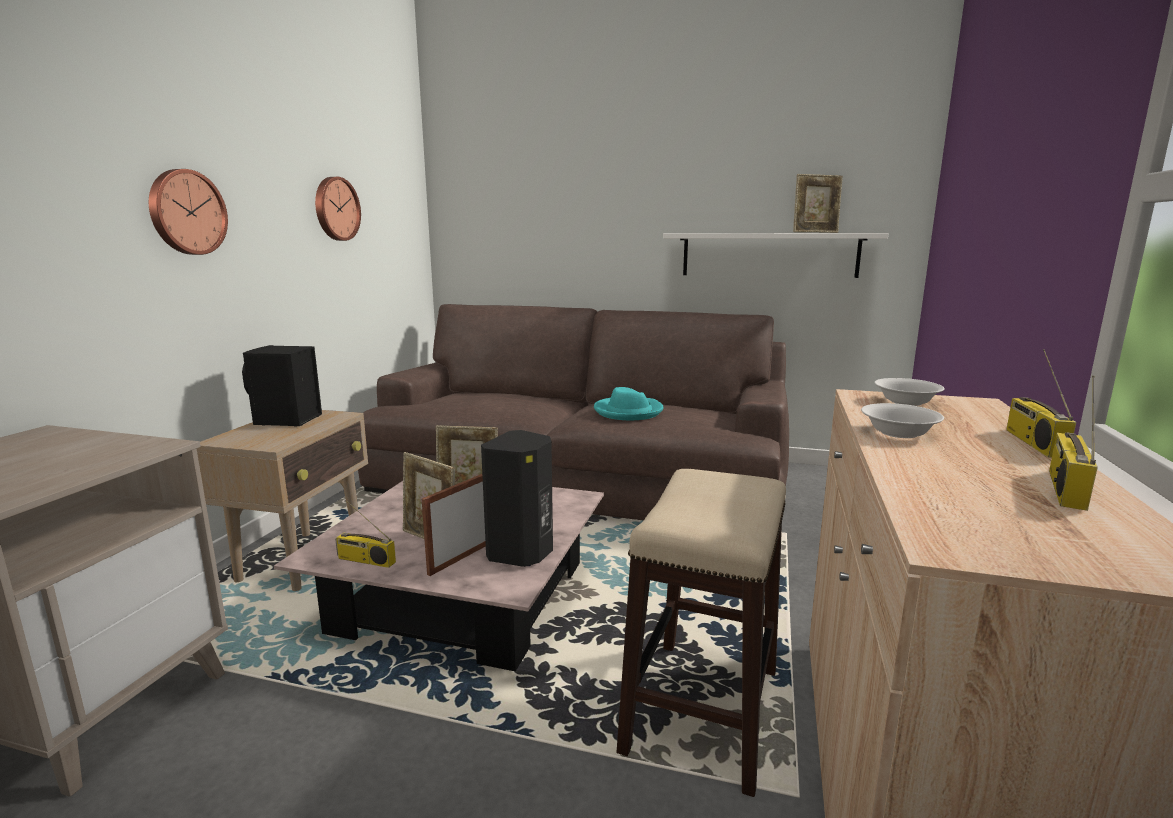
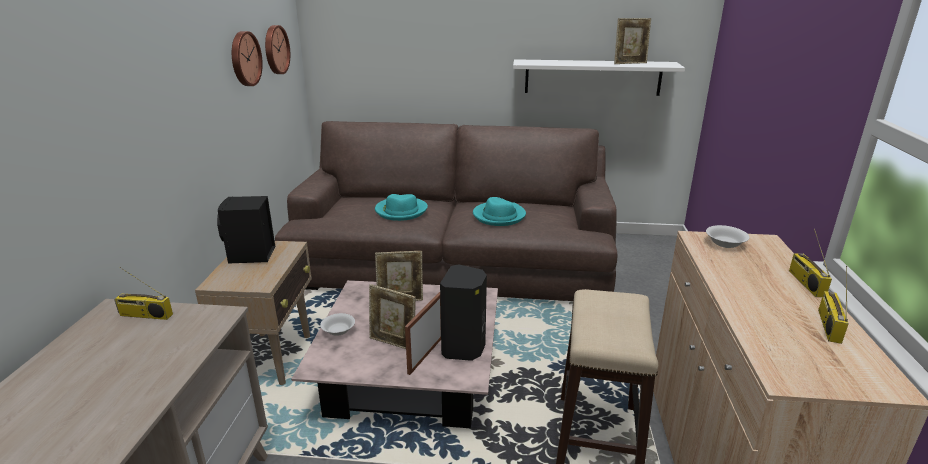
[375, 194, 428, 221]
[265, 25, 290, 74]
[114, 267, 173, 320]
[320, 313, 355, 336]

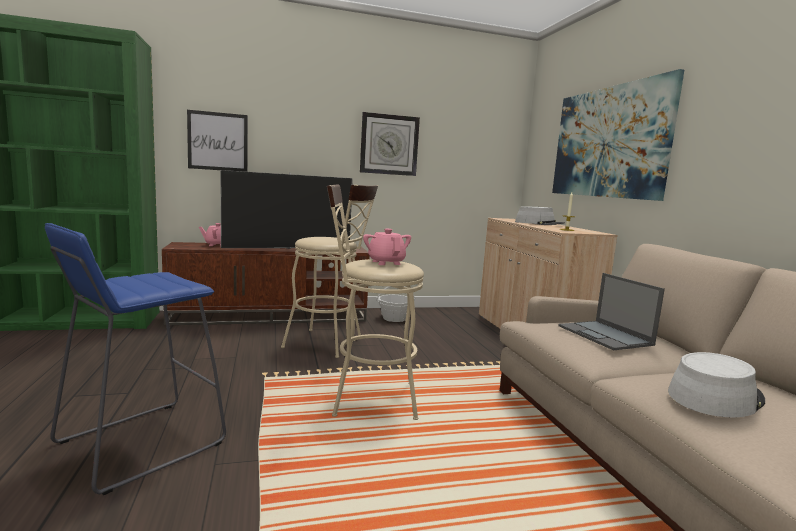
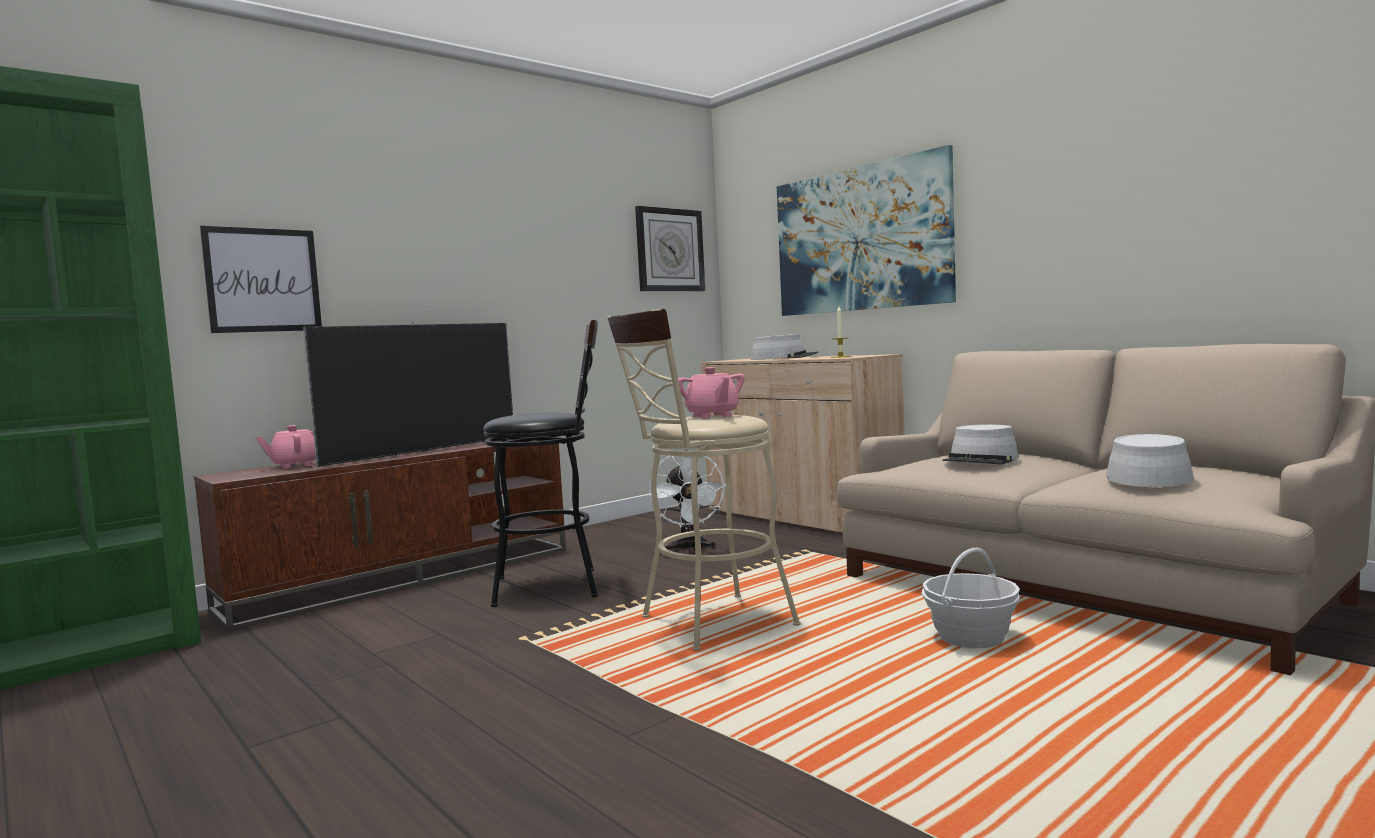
[45, 223, 226, 495] (first image)
[649, 450, 726, 551]
[635, 206, 705, 291]
[922, 548, 1020, 649]
[943, 425, 1019, 465]
[483, 320, 598, 607]
[678, 367, 745, 419]

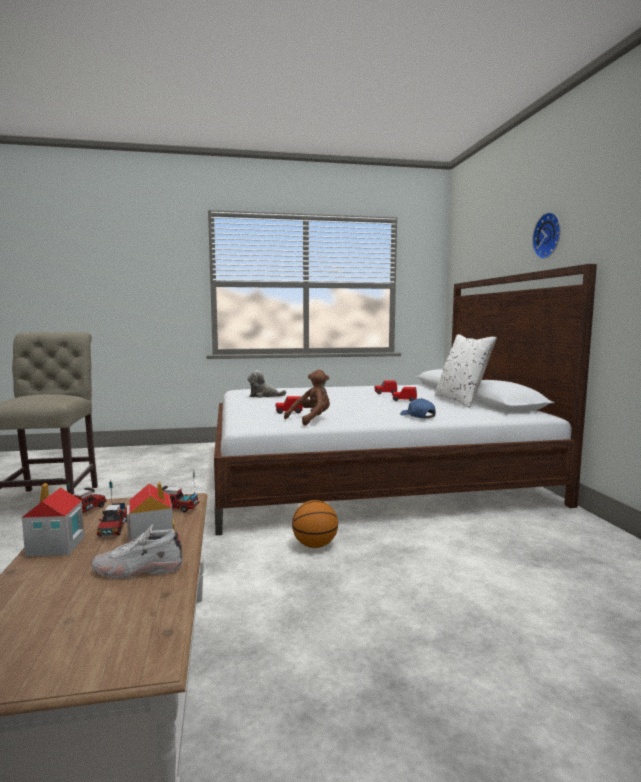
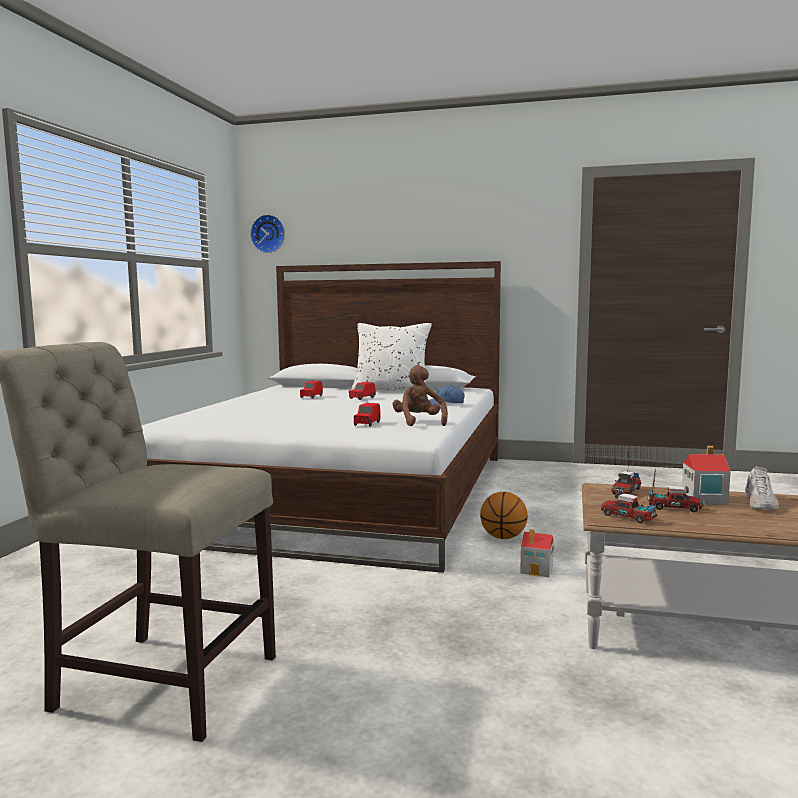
[248, 370, 287, 398] (first image)
[520, 529, 554, 577]
[250, 214, 285, 253]

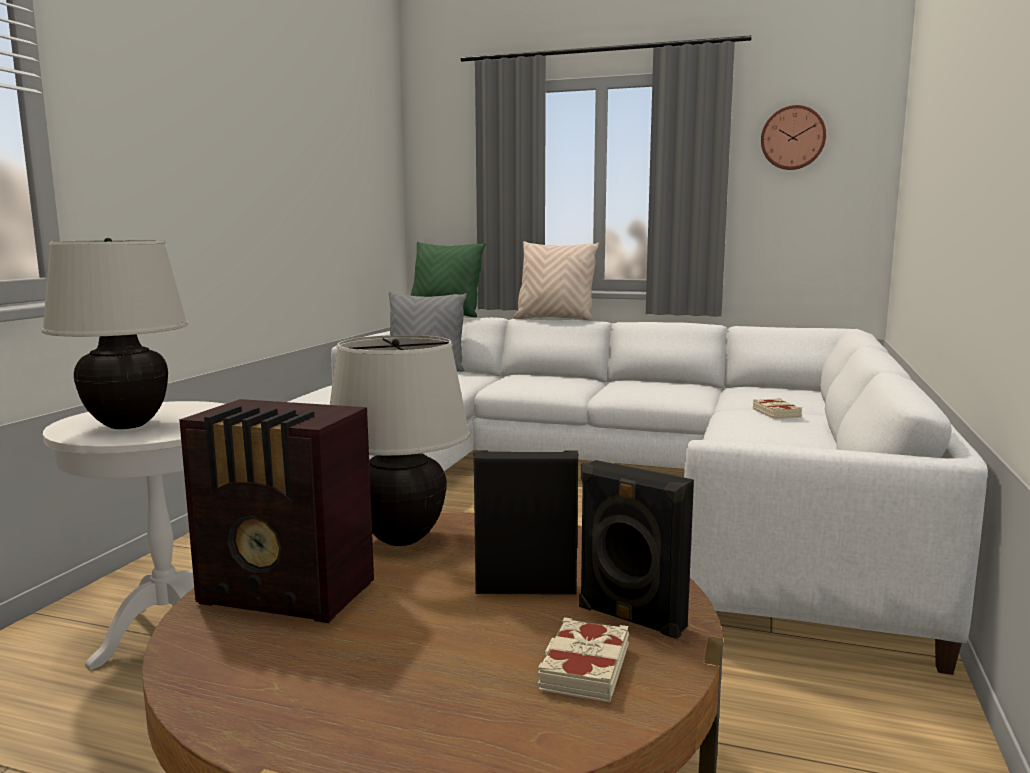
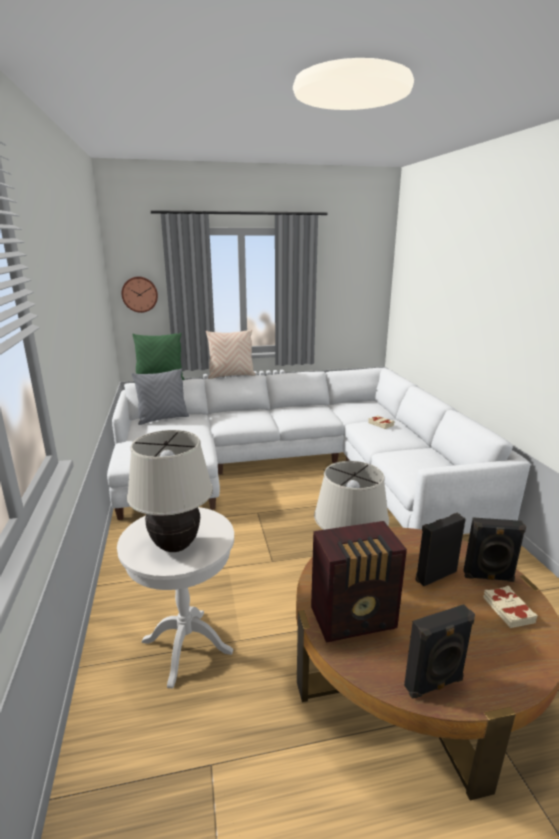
[404, 604, 475, 698]
[121, 277, 158, 313]

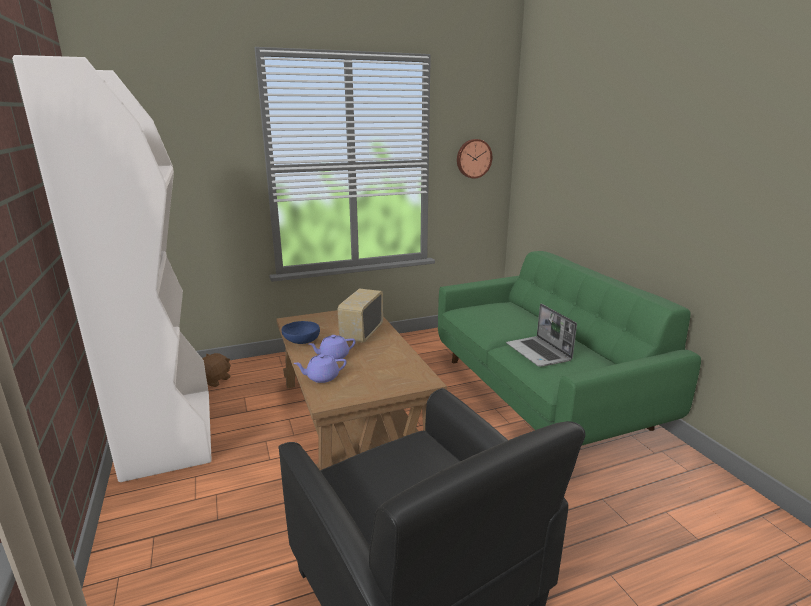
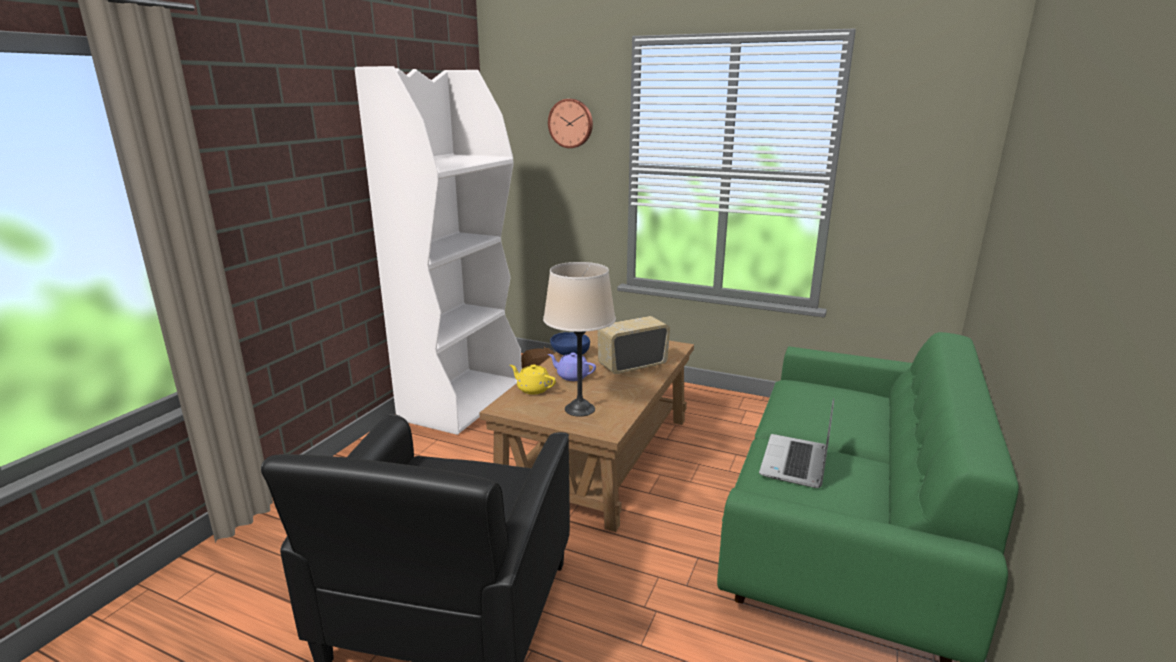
[543, 262, 616, 417]
[548, 99, 593, 148]
[510, 364, 556, 394]

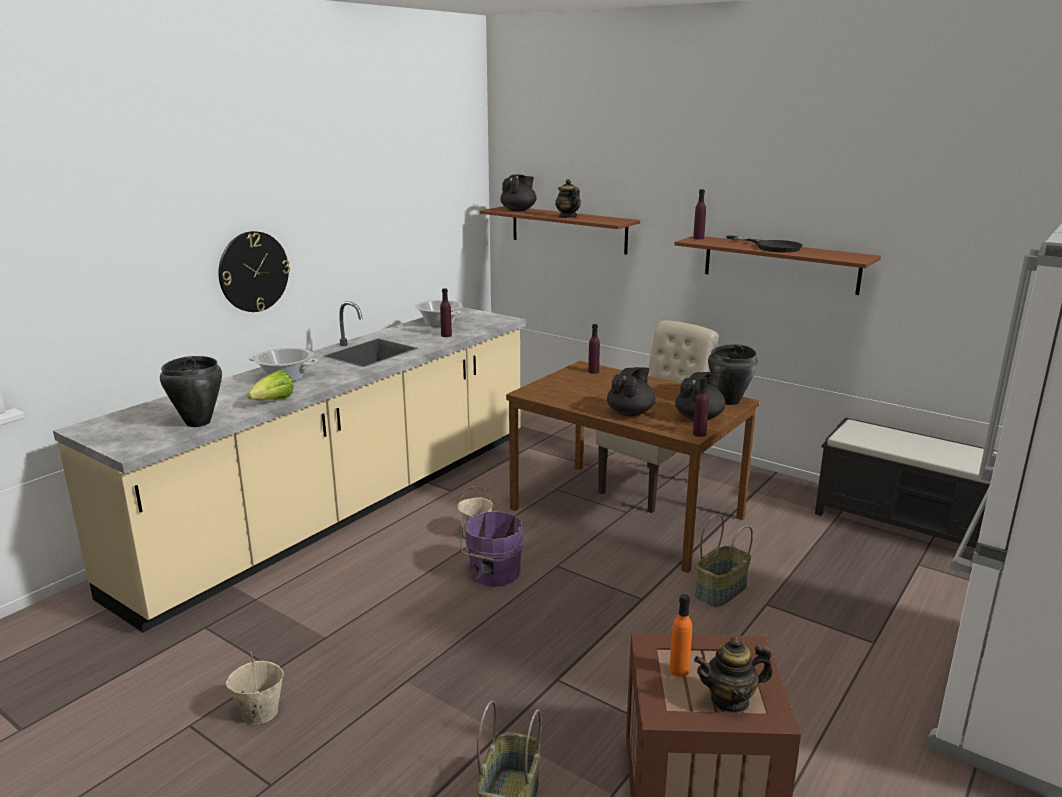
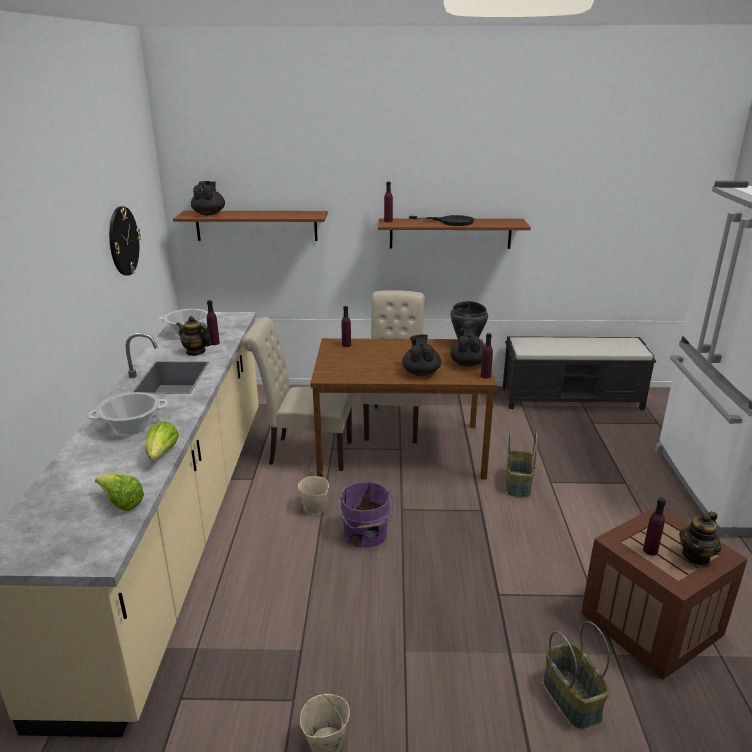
[242, 317, 354, 471]
[109, 206, 141, 276]
[176, 316, 212, 356]
[95, 473, 144, 511]
[643, 498, 666, 556]

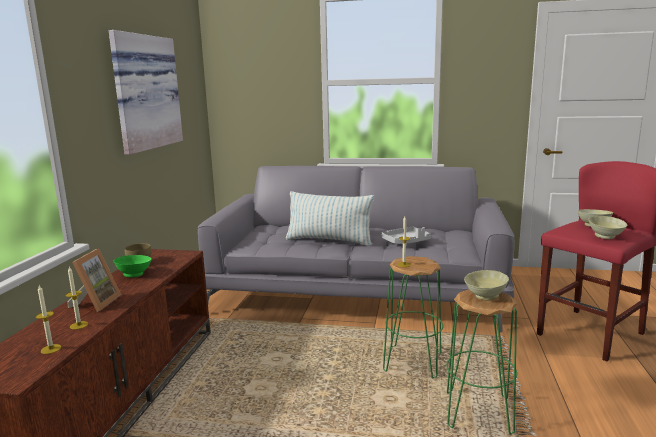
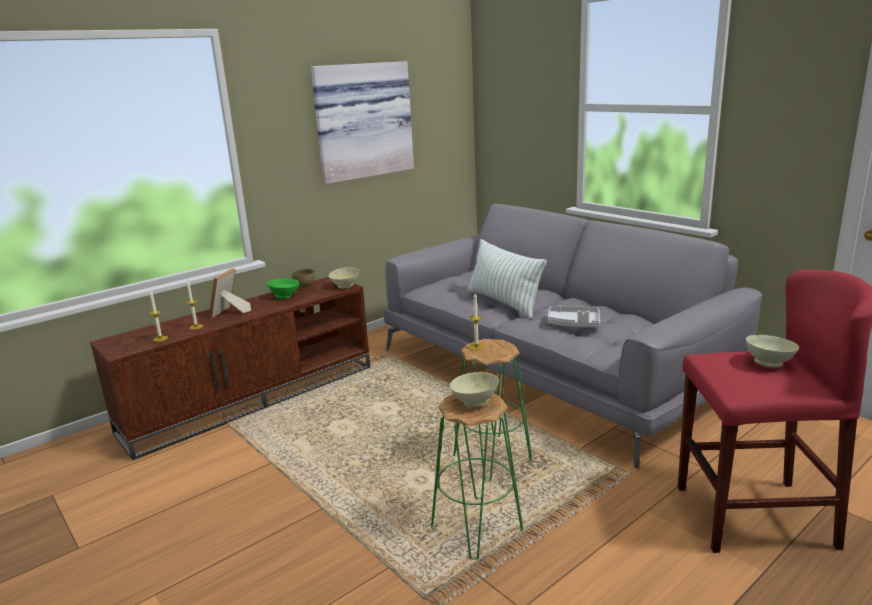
[329, 267, 359, 289]
[209, 268, 251, 318]

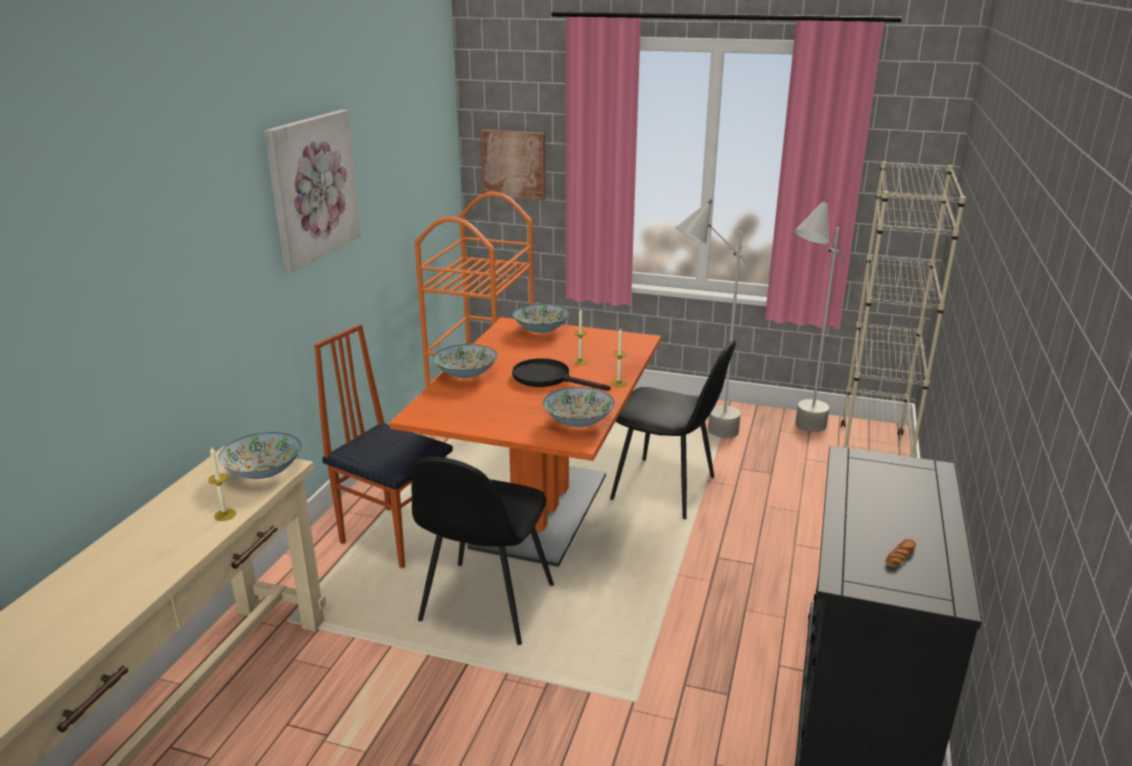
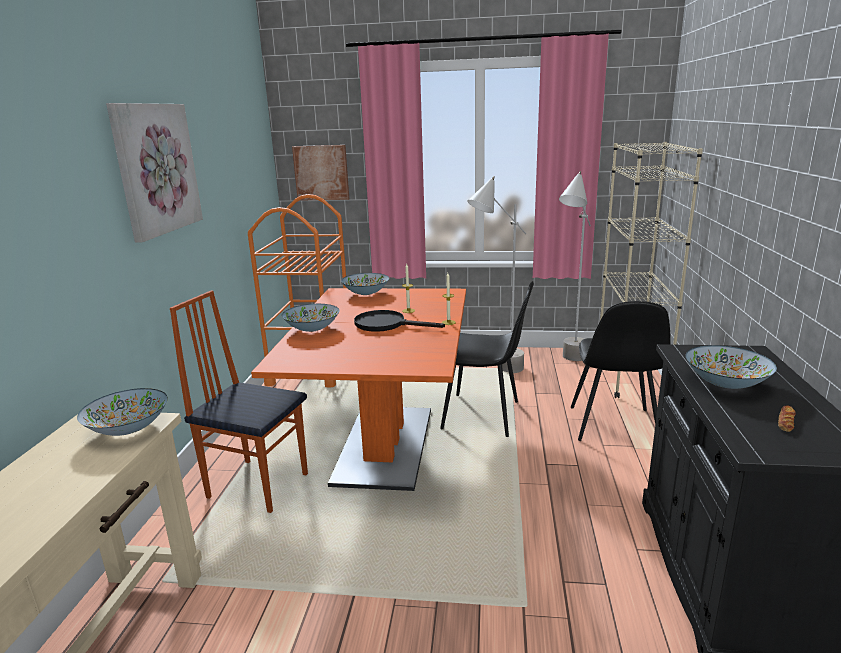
[208, 446, 236, 521] (first image)
[571, 301, 671, 441]
[685, 345, 777, 389]

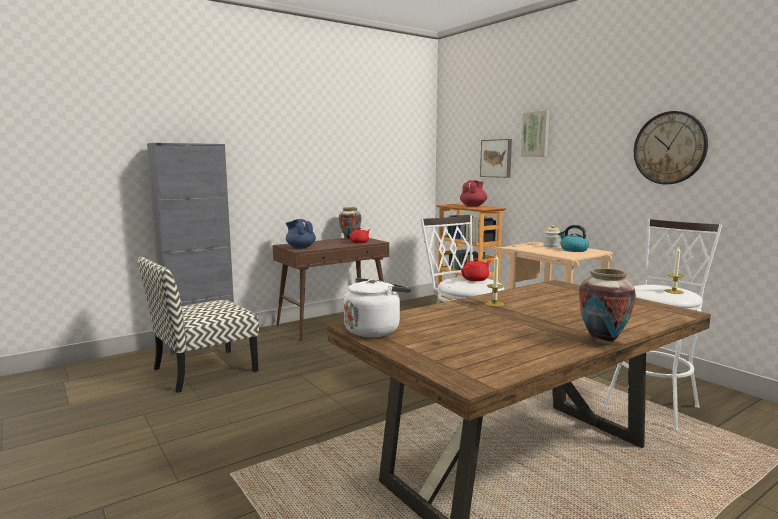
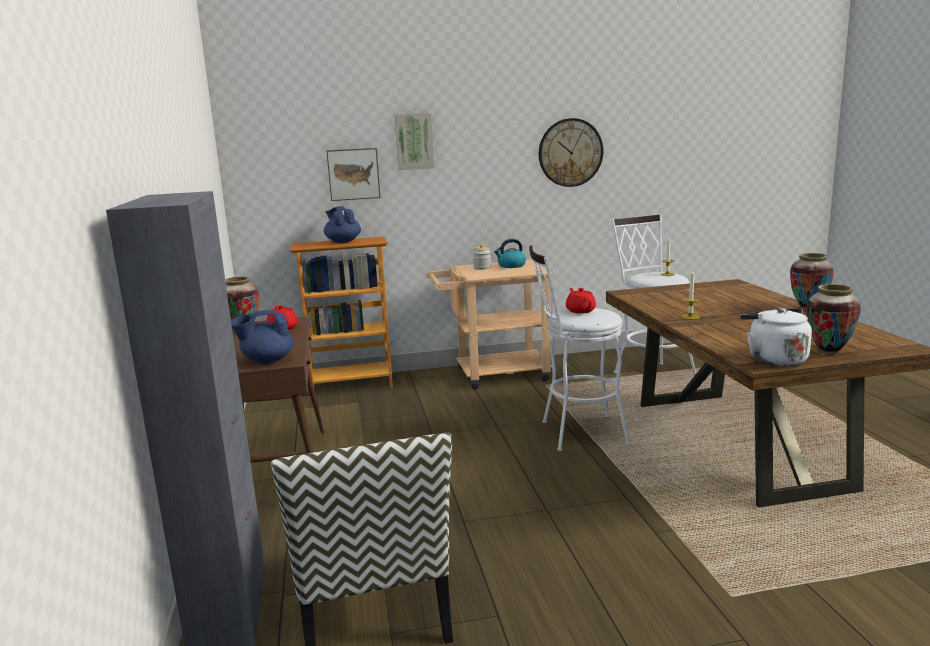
[807, 284, 861, 354]
[324, 206, 361, 243]

